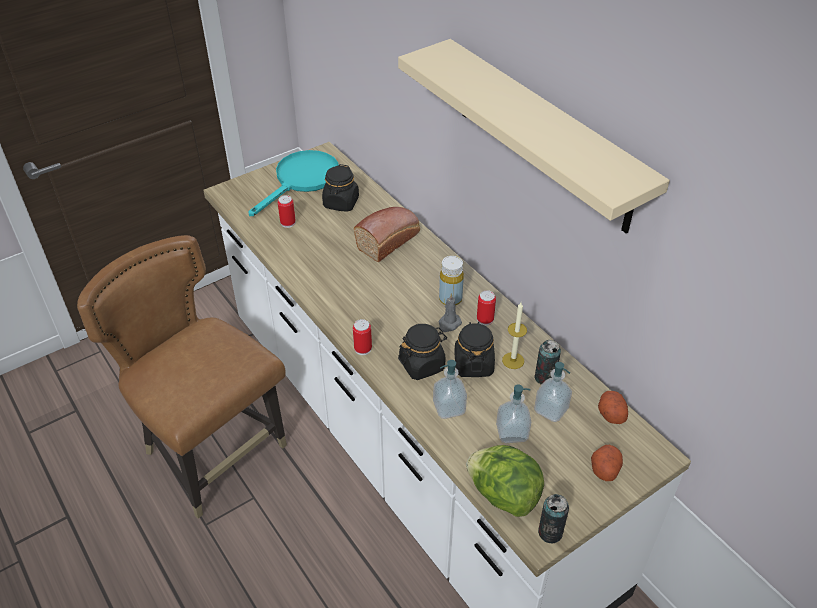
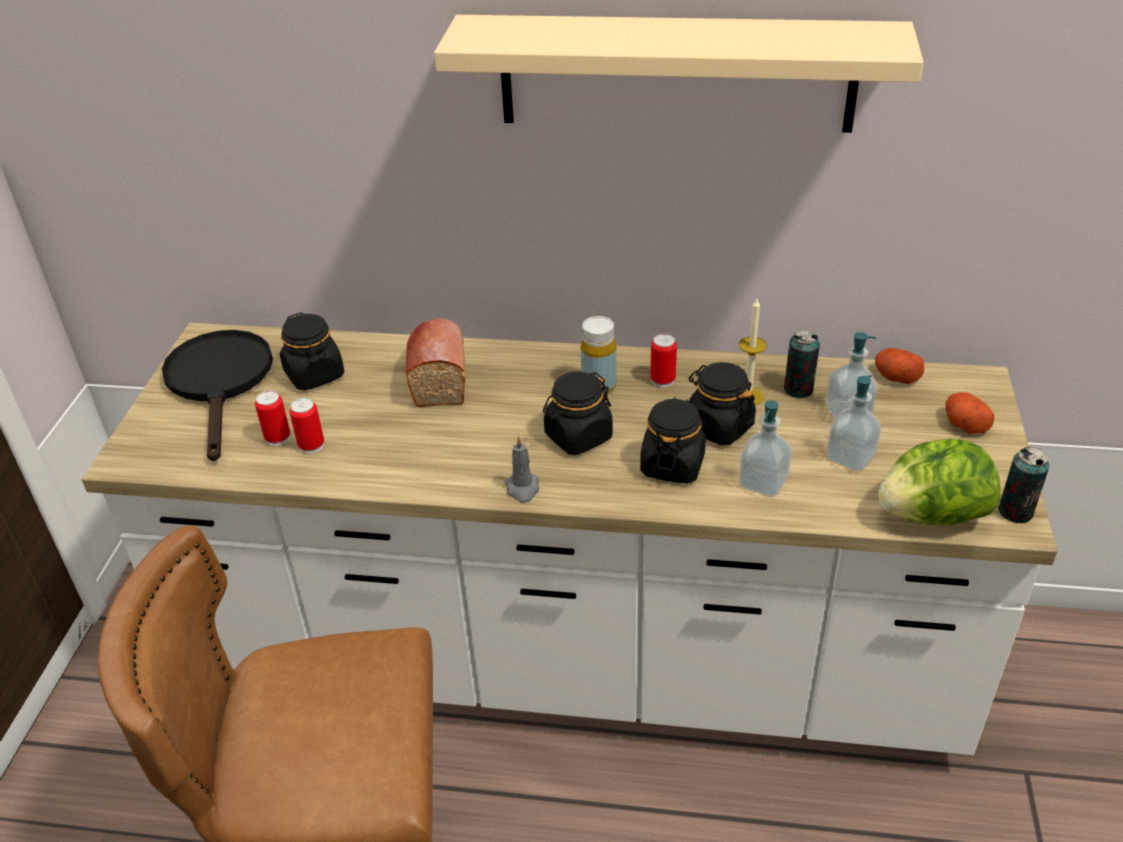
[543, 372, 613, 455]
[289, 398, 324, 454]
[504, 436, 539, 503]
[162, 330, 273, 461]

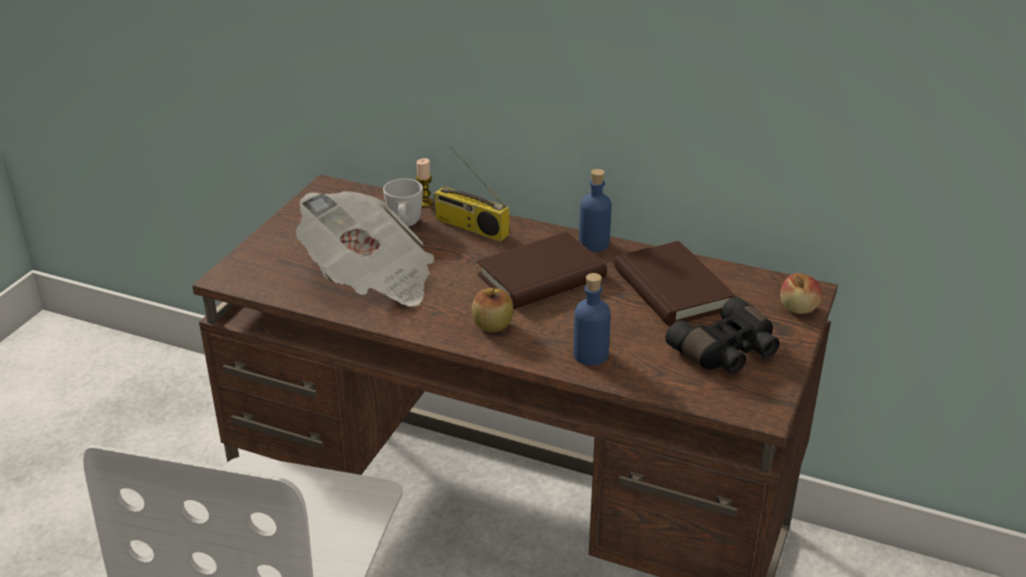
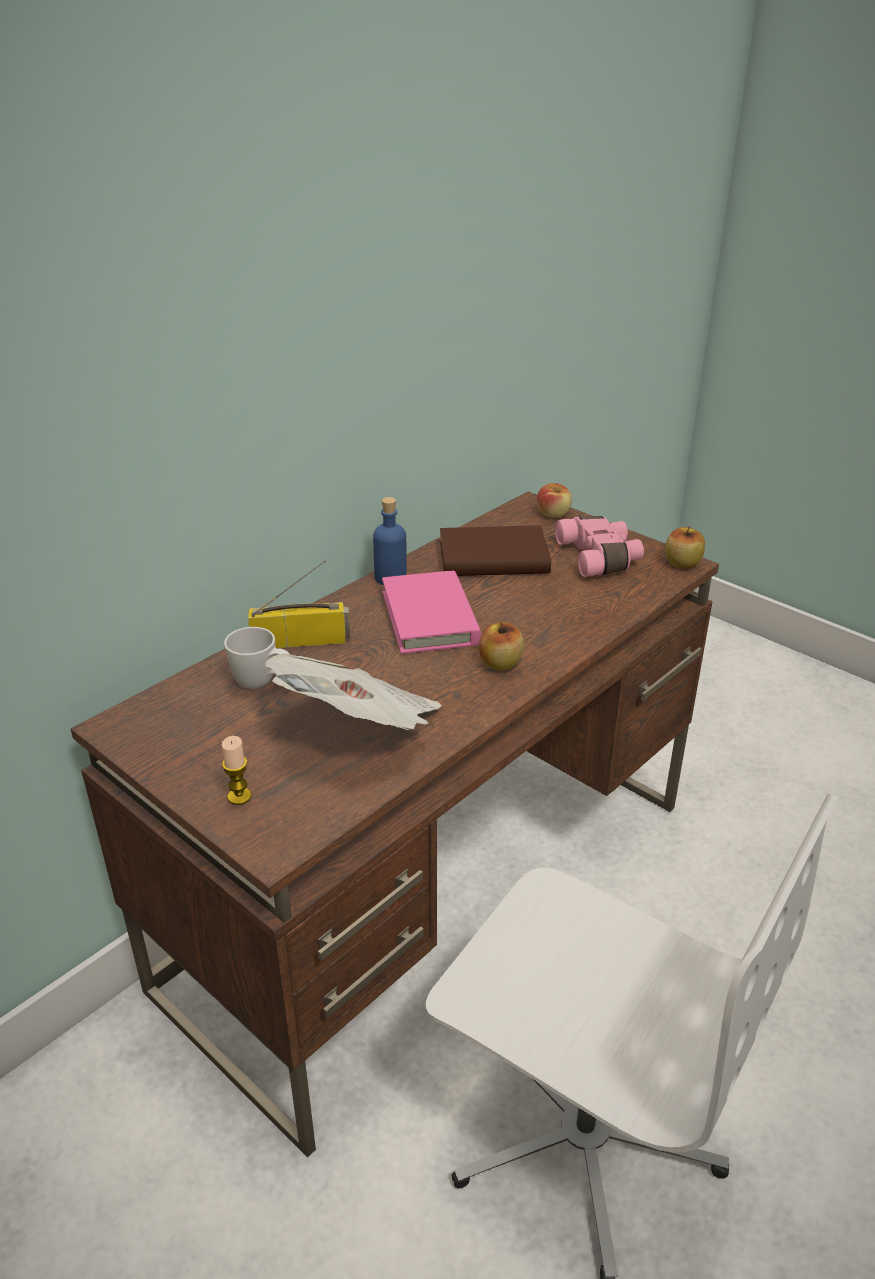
[573, 273, 611, 366] (first image)
[665, 526, 705, 569]
[222, 736, 252, 805]
[382, 571, 482, 654]
[555, 516, 644, 577]
[248, 560, 351, 648]

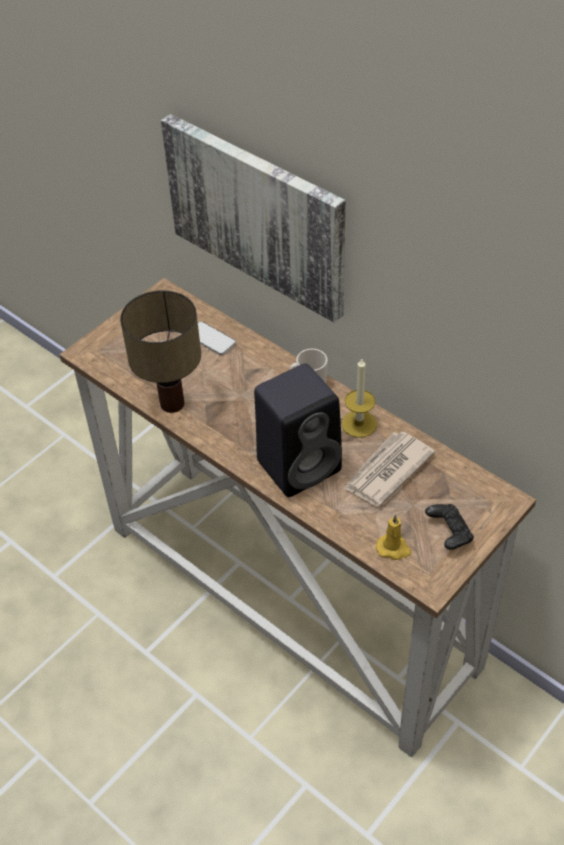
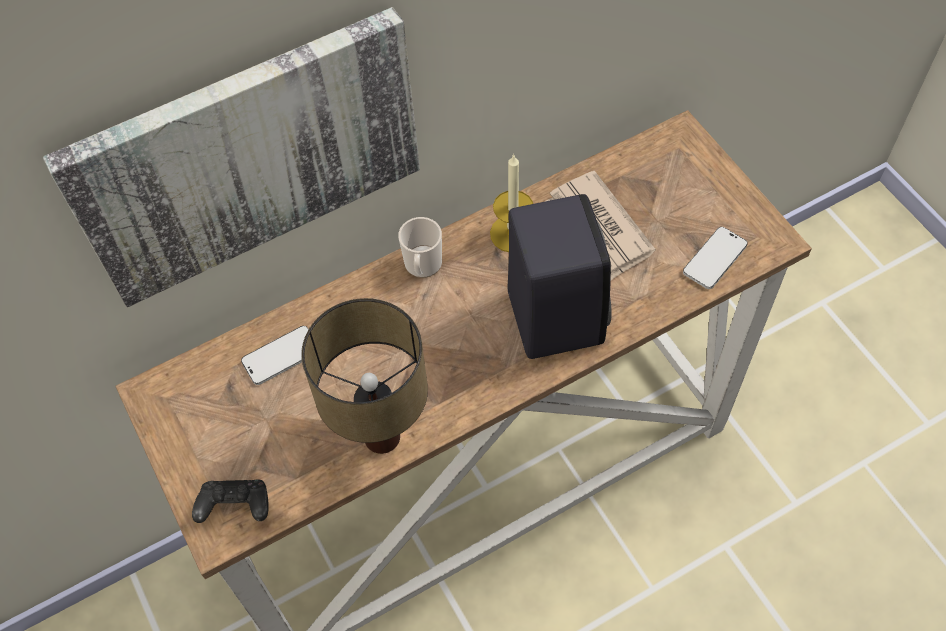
[192, 479, 269, 523]
[683, 227, 748, 289]

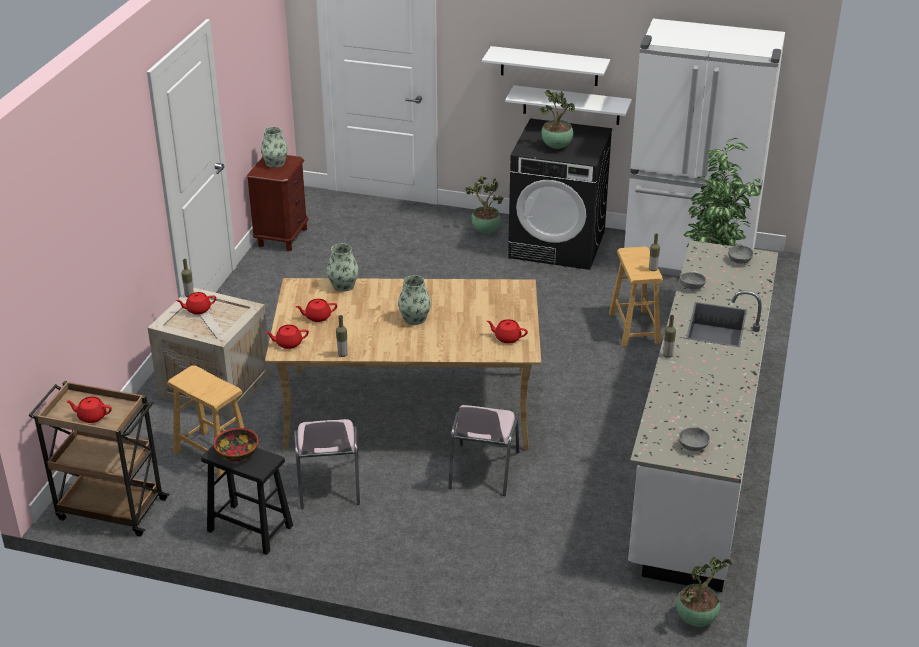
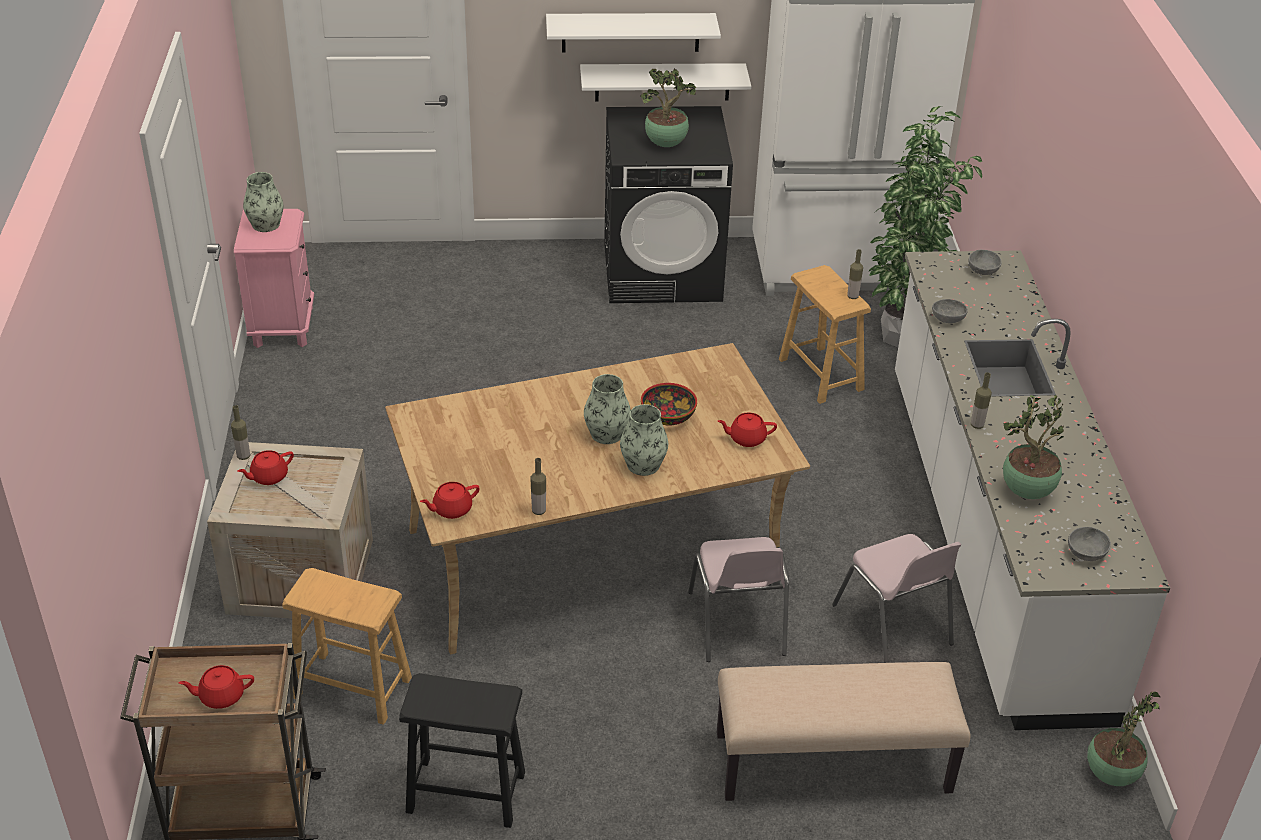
[295, 299, 337, 322] (first image)
[717, 662, 970, 801]
[641, 383, 697, 425]
[832, 534, 961, 663]
[620, 404, 668, 476]
[1003, 395, 1064, 499]
[234, 209, 314, 348]

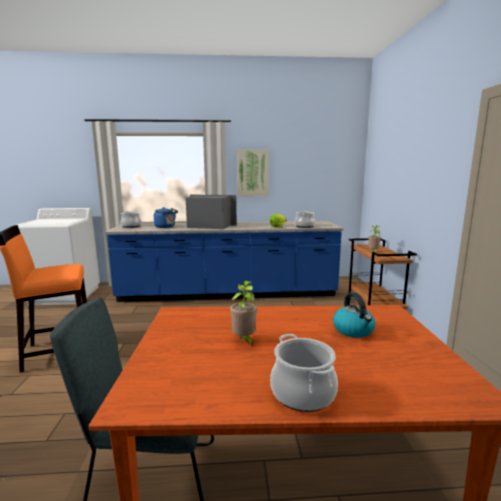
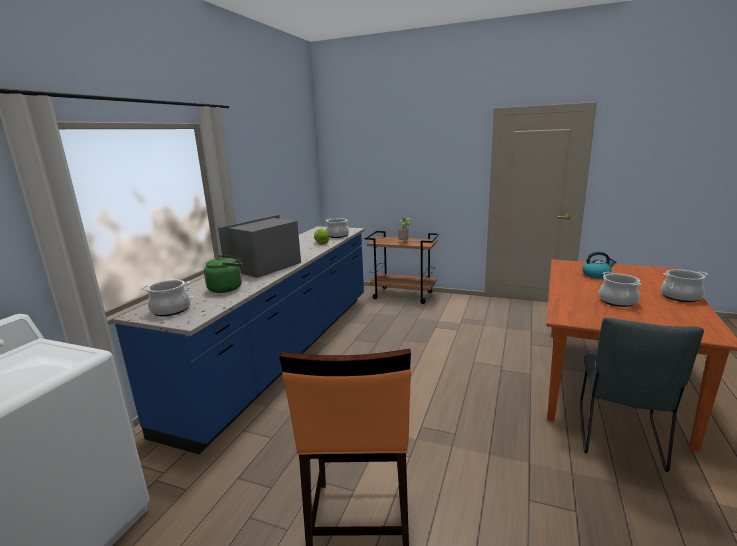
[237, 150, 269, 197] (first image)
[599, 272, 642, 307]
[204, 255, 244, 293]

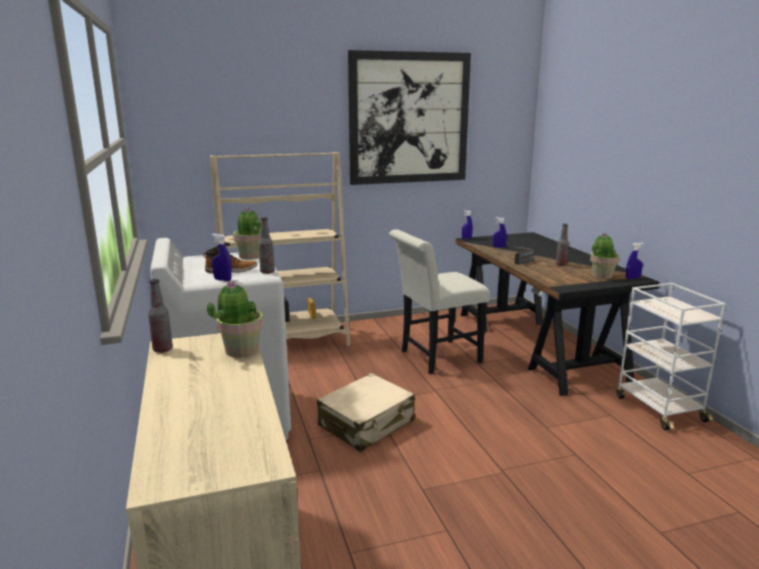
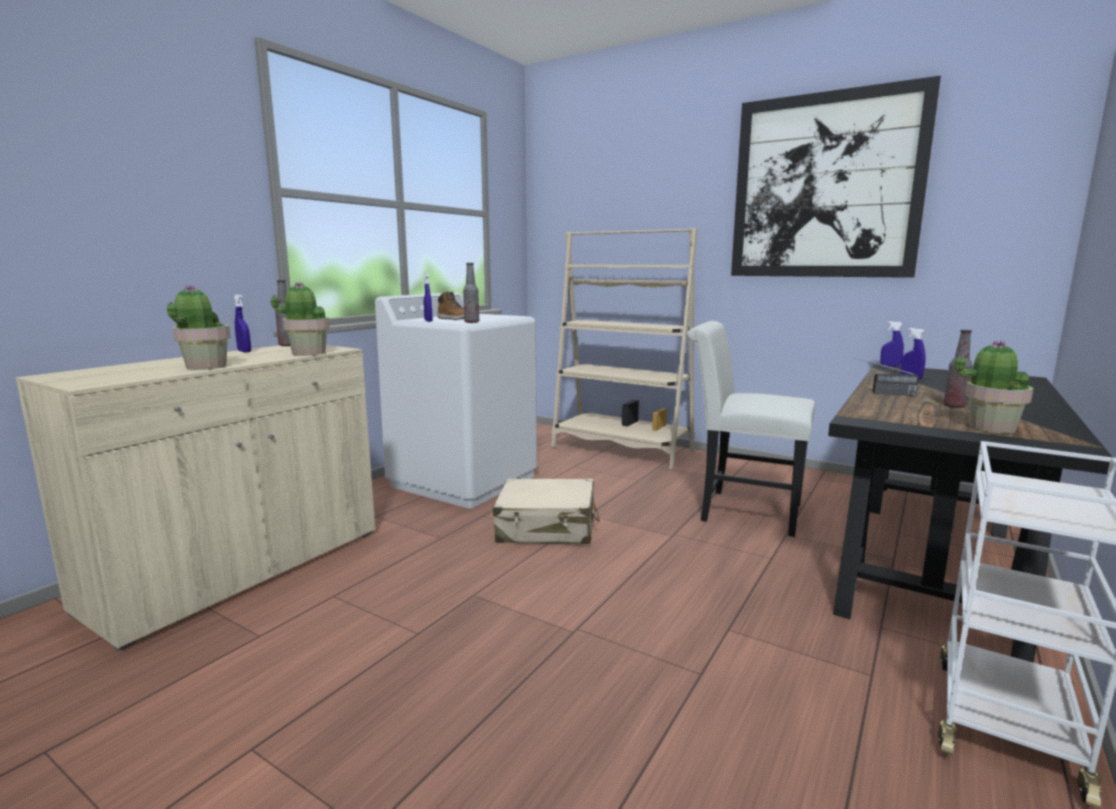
[167, 285, 231, 370]
[234, 295, 251, 353]

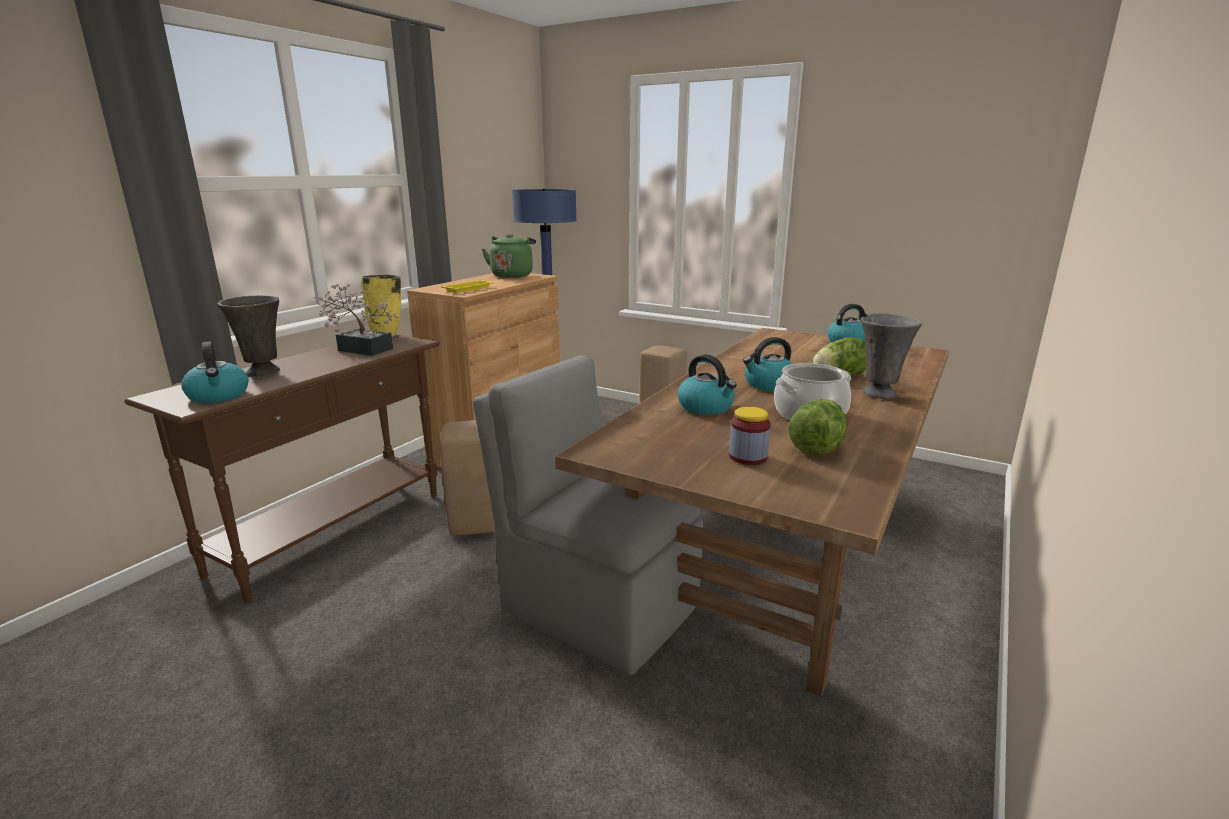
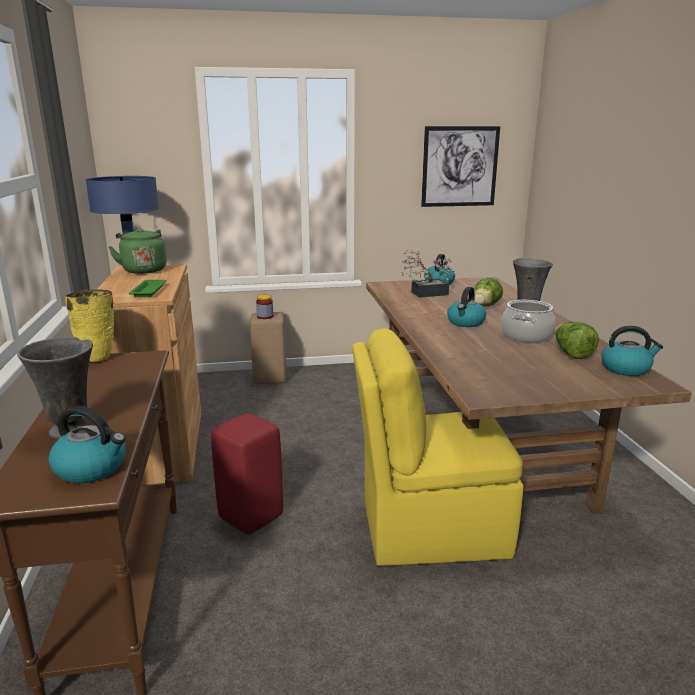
[421, 126, 500, 207]
[401, 250, 455, 298]
[601, 326, 663, 376]
[256, 295, 273, 319]
[211, 413, 283, 534]
[129, 280, 167, 297]
[352, 328, 524, 566]

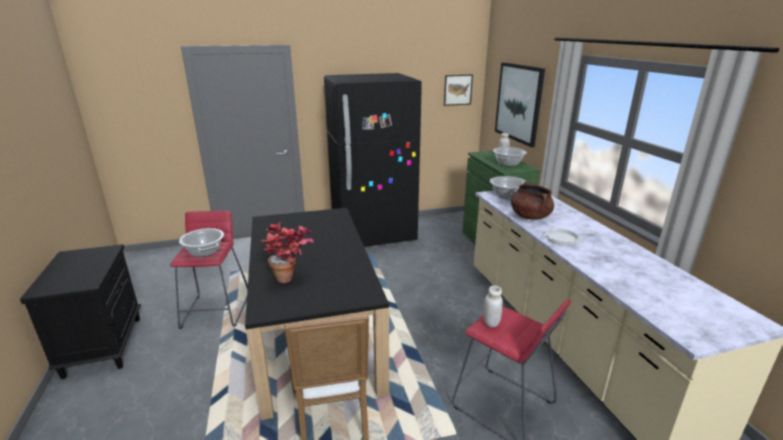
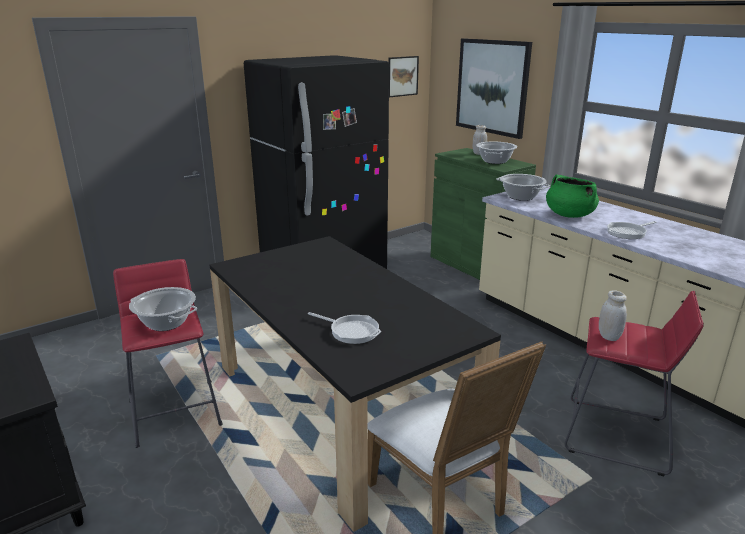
[308, 312, 381, 344]
[546, 174, 599, 218]

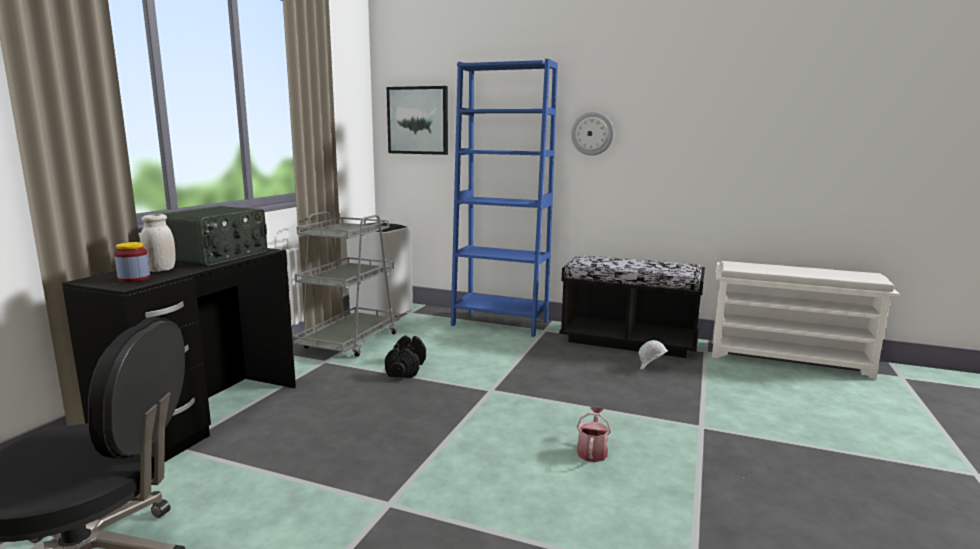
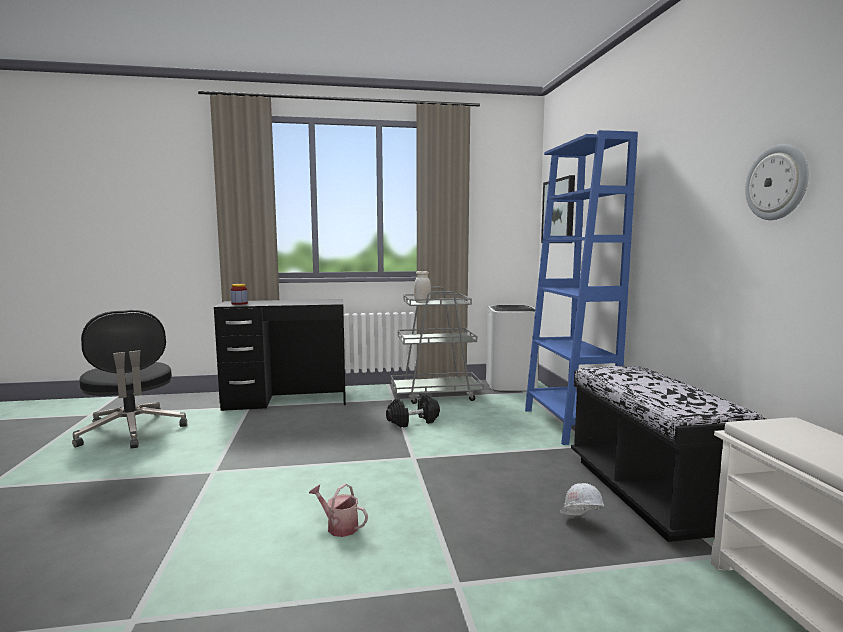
[164, 206, 267, 266] (first image)
[414, 271, 431, 303]
[745, 144, 809, 220]
[309, 484, 368, 537]

